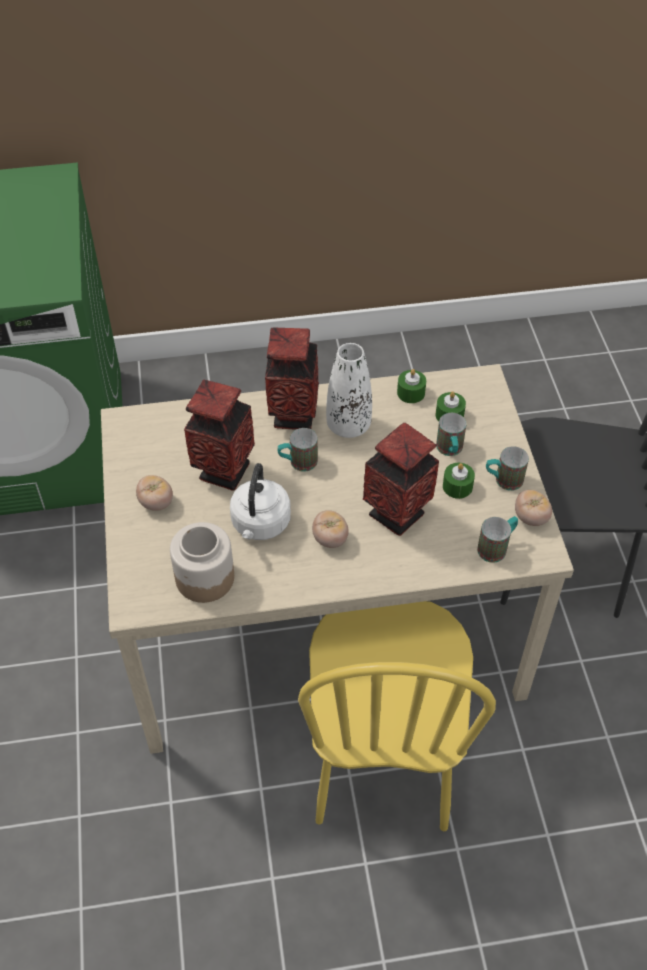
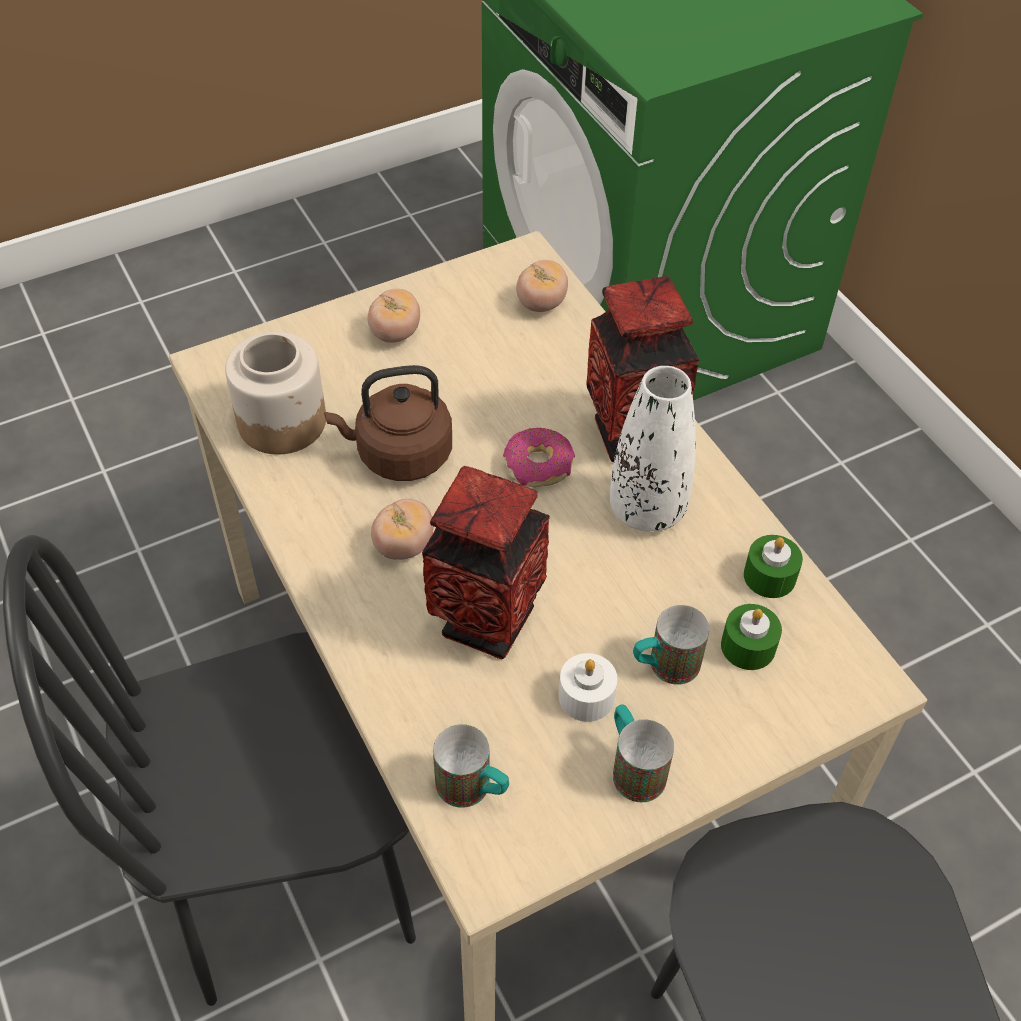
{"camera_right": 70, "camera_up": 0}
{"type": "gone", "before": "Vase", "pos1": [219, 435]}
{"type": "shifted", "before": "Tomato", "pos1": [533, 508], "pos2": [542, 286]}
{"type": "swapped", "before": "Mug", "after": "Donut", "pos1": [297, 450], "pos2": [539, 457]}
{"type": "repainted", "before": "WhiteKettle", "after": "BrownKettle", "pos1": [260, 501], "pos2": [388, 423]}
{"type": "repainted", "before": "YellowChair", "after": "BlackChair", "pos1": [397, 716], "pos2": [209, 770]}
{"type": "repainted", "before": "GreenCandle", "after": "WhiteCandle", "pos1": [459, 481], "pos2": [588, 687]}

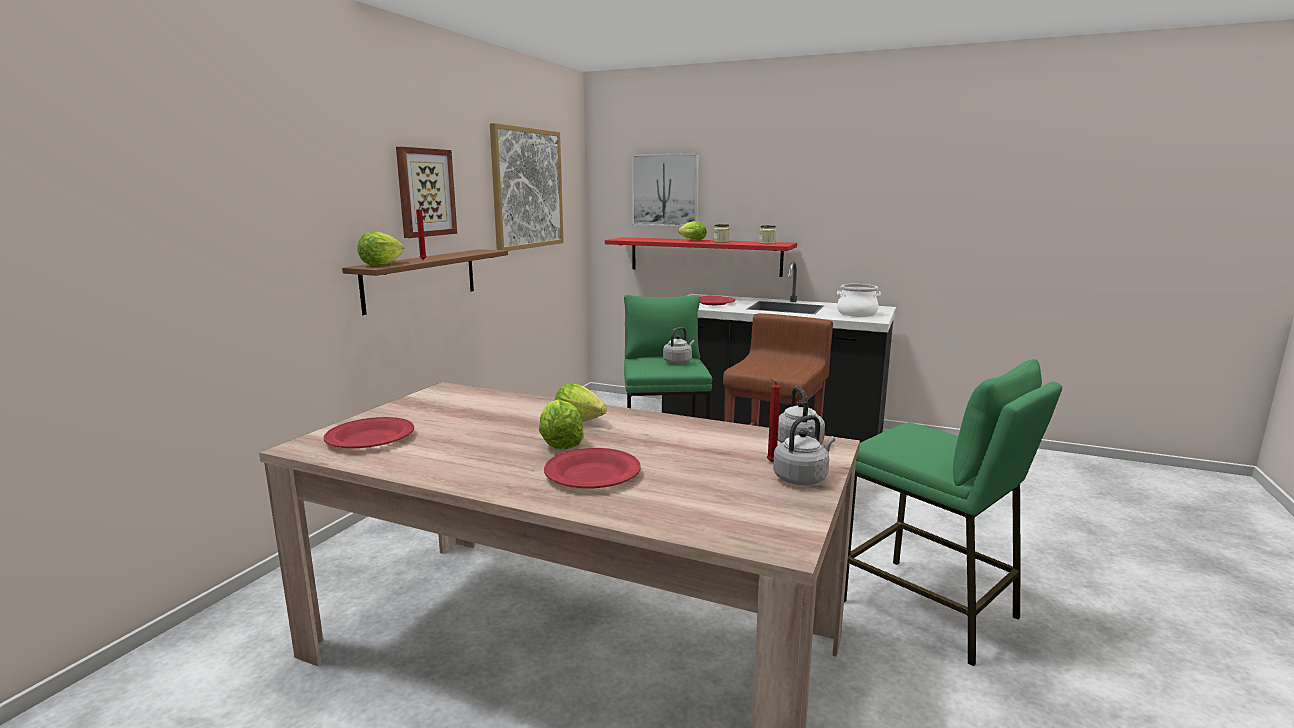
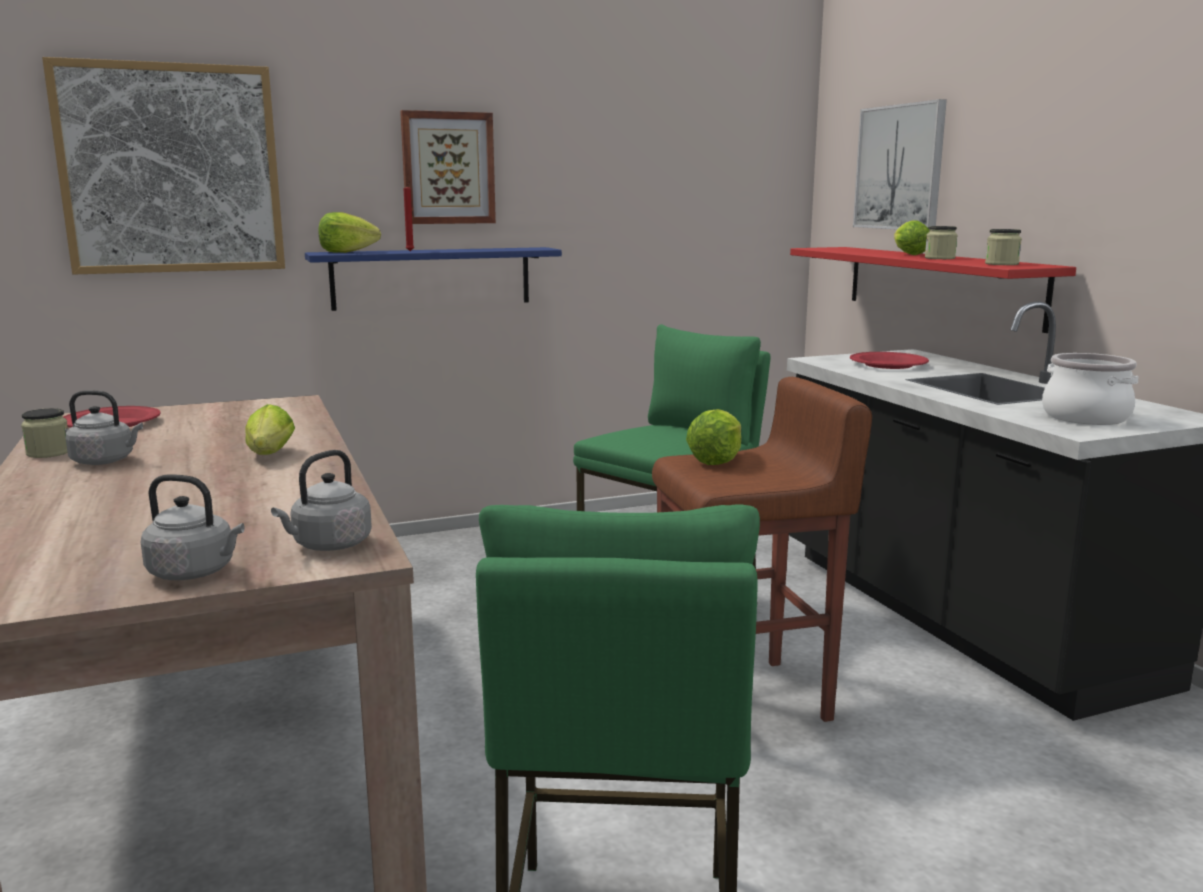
{"camera_right": 45, "camera_up": 0}
{"type": "gone", "before": "RedPlate", "pos1": [592, 468]}
{"type": "gone", "before": "RedCandle", "pos1": [773, 420]}
{"type": "new", "after": "Jar", "pos2": [44, 433]}
{"type": "shifted", "before": "Picture", "pos1": [527, 187], "pos2": [163, 166]}
{"type": "shifted", "before": "Lettuce", "pos1": [561, 425], "pos2": [713, 437]}
{"type": "shifted", "before": "GreyKettle", "pos1": [679, 345], "pos2": [104, 427]}
{"type": "repainted", "before": "BrownShelf", "after": "BlueShelf", "pos1": [425, 282], "pos2": [433, 279]}

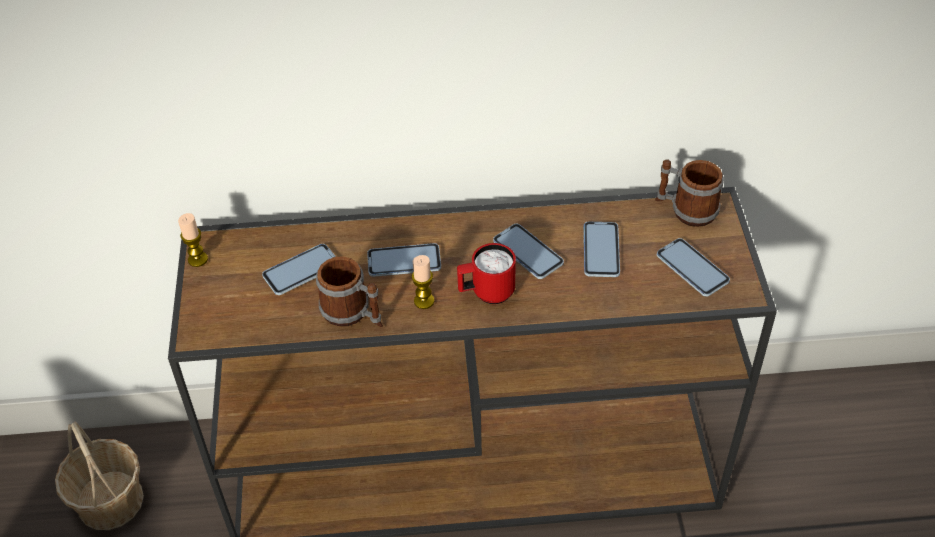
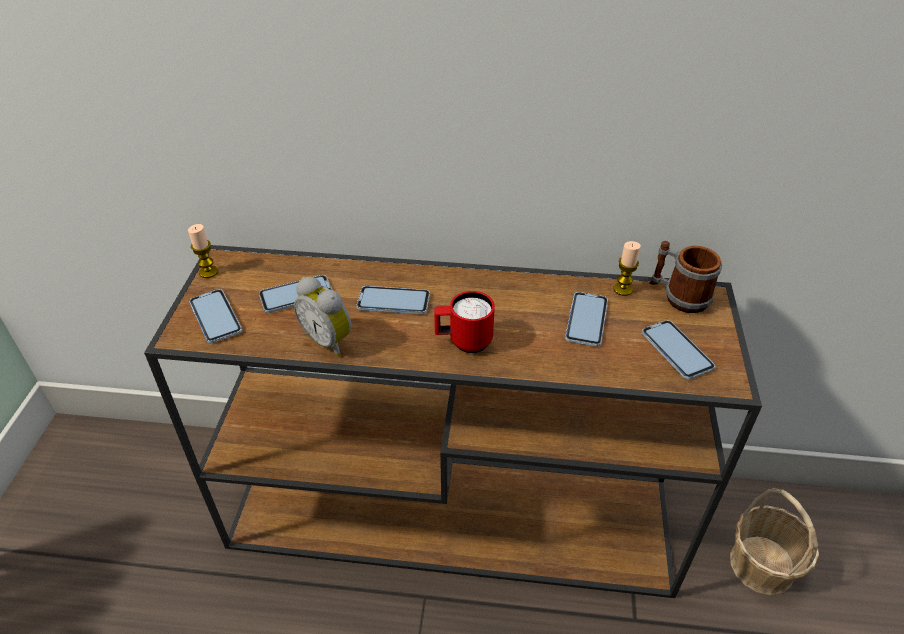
{"camera_right": 10, "camera_up": -5}
{"type": "shifted", "before": "Basket", "pos1": [99, 476], "pos2": [774, 541]}
{"type": "shifted", "before": "Candle", "pos1": [423, 282], "pos2": [627, 268]}
{"type": "shifted", "before": "Phone", "pos1": [528, 251], "pos2": [215, 316]}
{"type": "swapped", "before": "Mug", "after": "AlarmClock", "pos1": [349, 291], "pos2": [322, 317]}

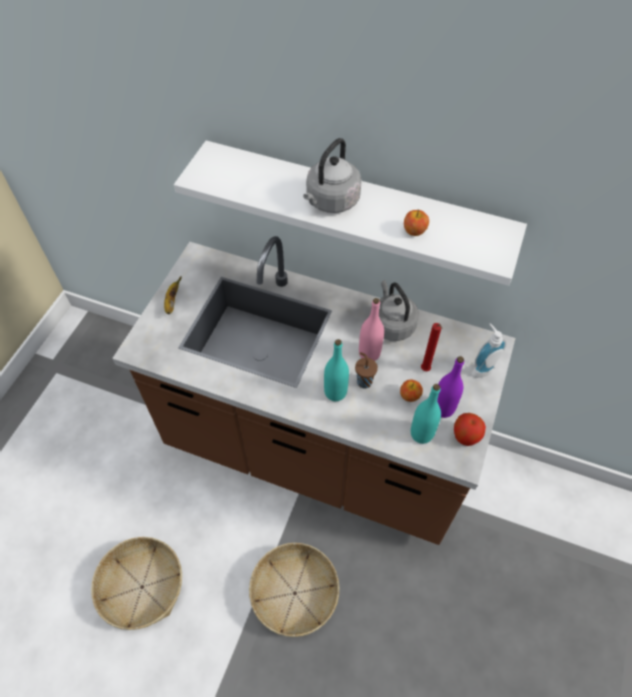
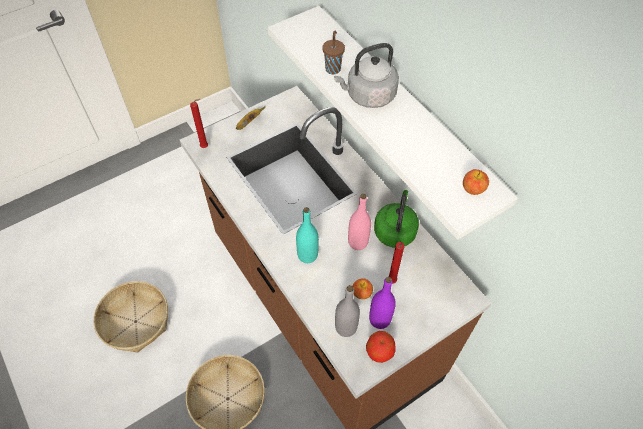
{"camera_right": 35, "camera_up": 0}
{"type": "gone", "before": "SoapDispenser", "pos1": [489, 350]}
{"type": "new", "after": "RedCandle", "pos2": [199, 123]}
{"type": "shifted", "before": "BrownCup", "pos1": [366, 370], "pos2": [333, 52]}
{"type": "shifted", "before": "Apple", "pos1": [416, 223], "pos2": [476, 182]}
{"type": "repainted", "before": "GreyKettle", "after": "GreenKettle", "pos1": [399, 310], "pos2": [396, 219]}
{"type": "repainted", "before": "TurquoiseBottle", "after": "GreyBottle", "pos1": [426, 414], "pos2": [347, 311]}

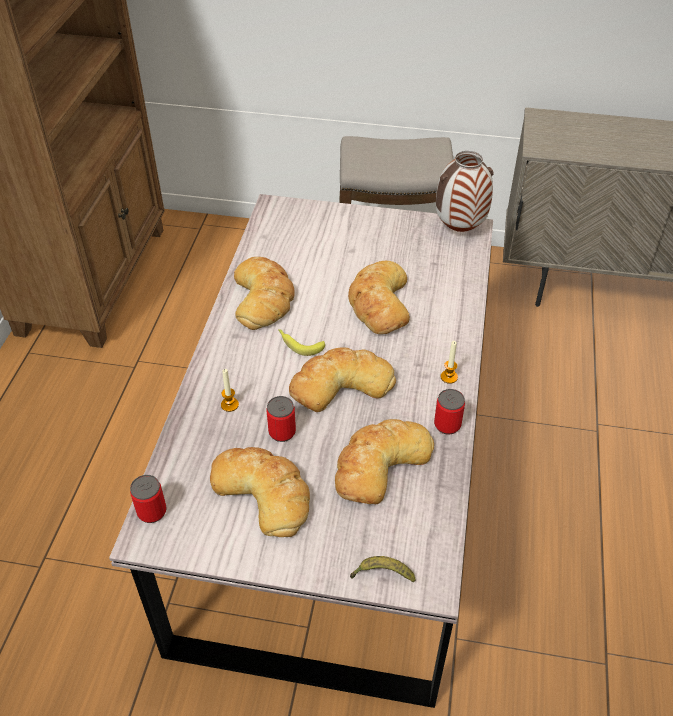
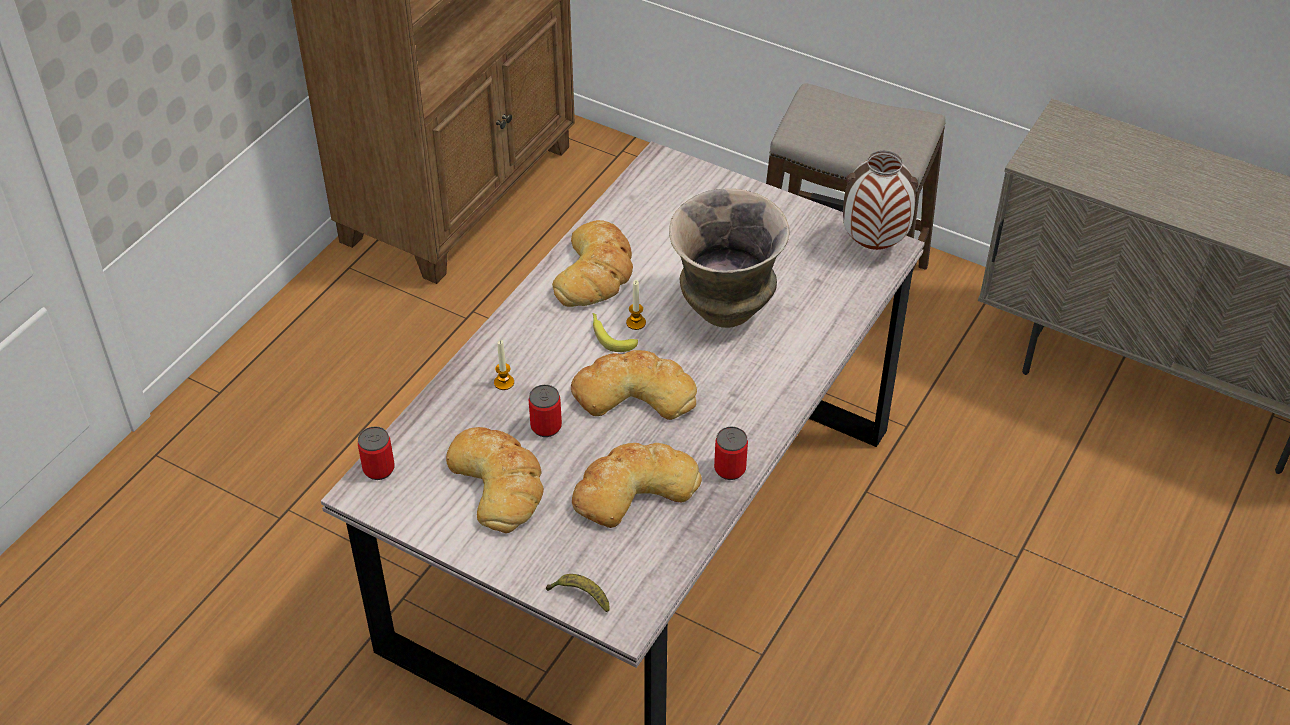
{"camera_right": 20, "camera_up": 0}
{"type": "shifted", "before": "Candle", "pos1": [449, 362], "pos2": [636, 305]}
{"type": "swapped", "before": "Bread", "after": "Vase", "pos1": [379, 297], "pos2": [729, 258]}

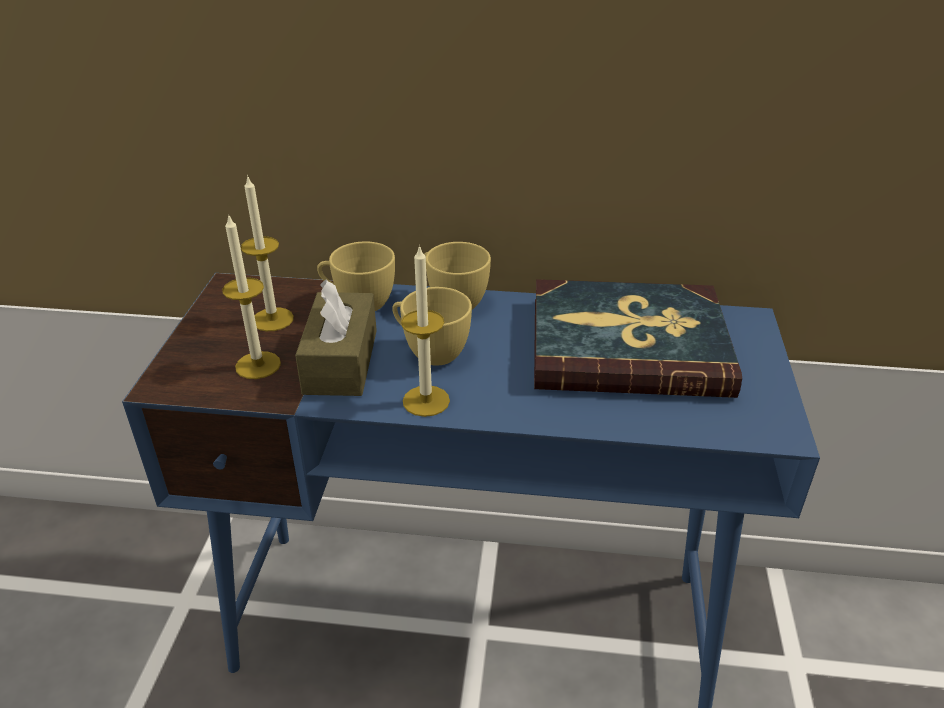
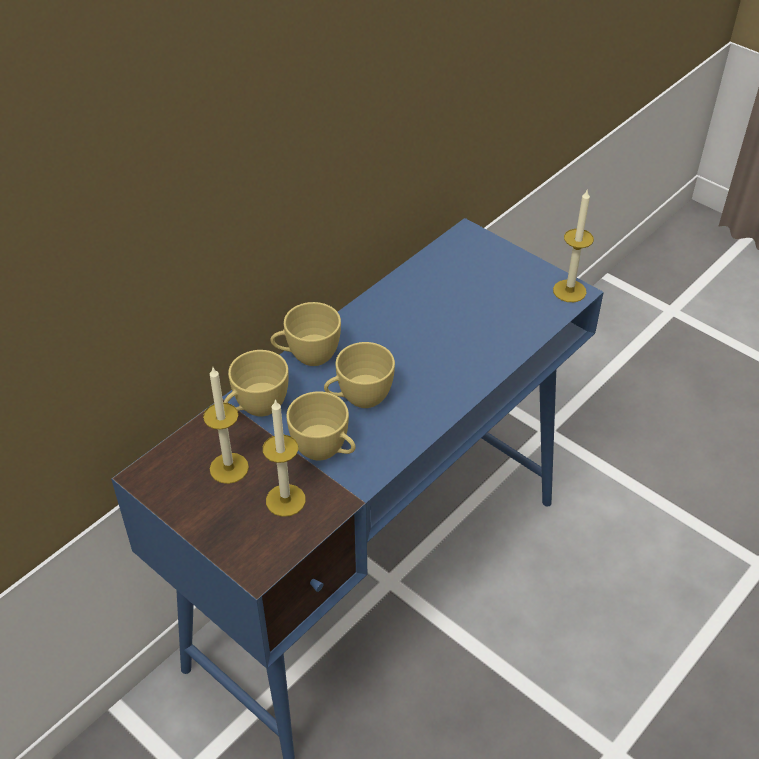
{"camera_right": -55, "camera_up": 10}
{"type": "gone", "before": "Book", "pos1": [638, 338]}
{"type": "shifted", "before": "Candle", "pos1": [425, 330], "pos2": [573, 246]}
{"type": "swapped", "before": "BrownTissueBox", "after": "YellowCup", "pos1": [336, 338], "pos2": [321, 426]}

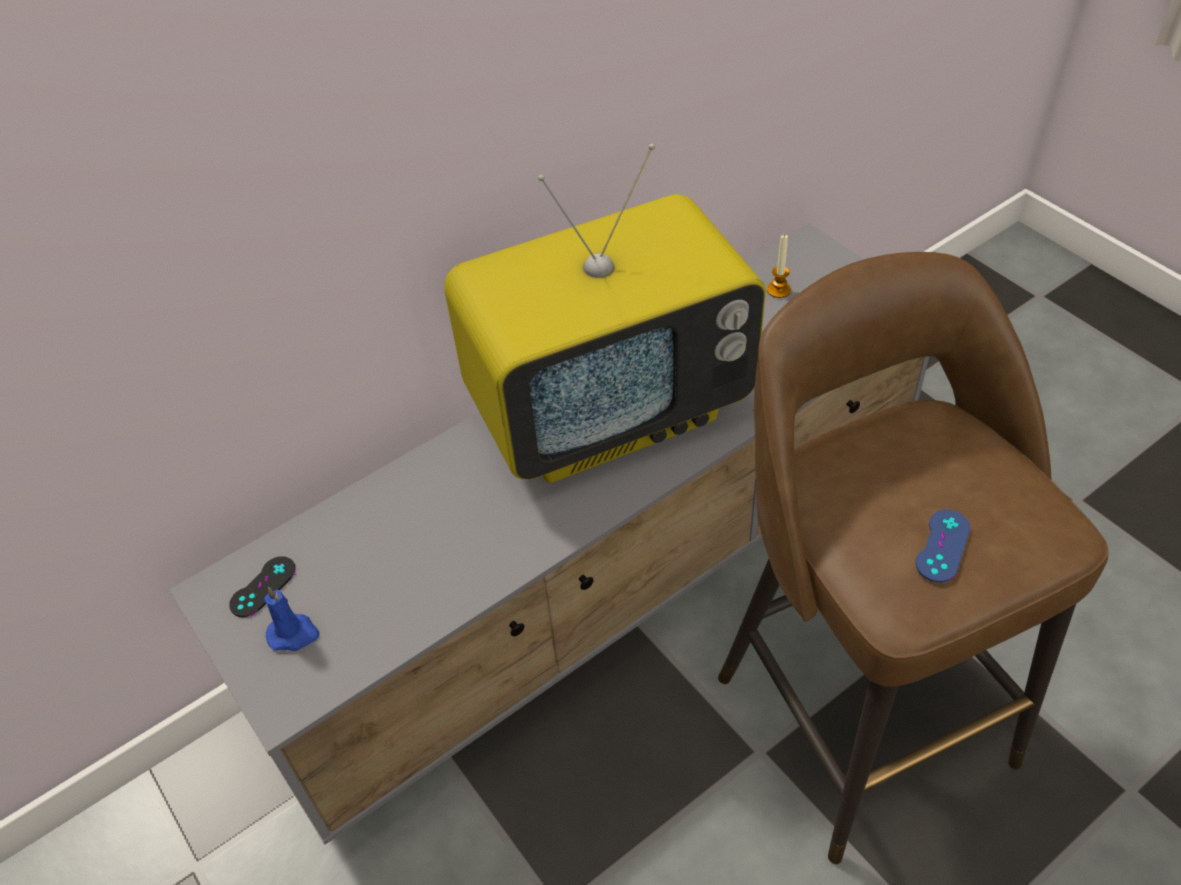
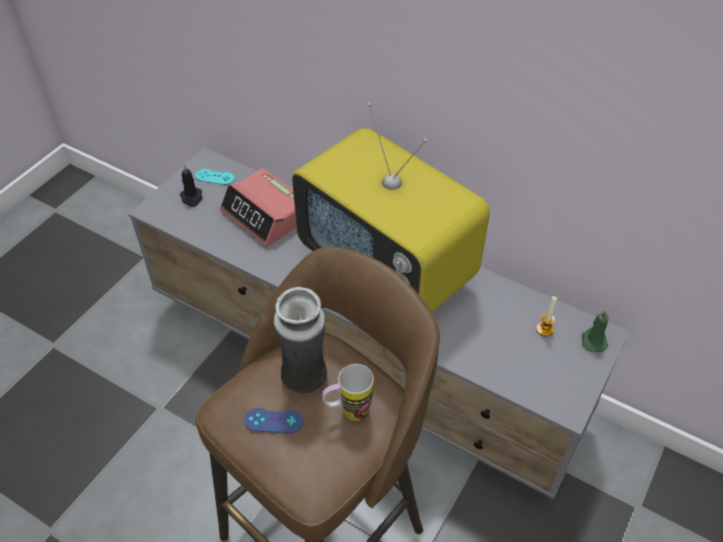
{"camera_right": 65, "camera_up": 0}
{"type": "new", "after": "AlarmClock", "pos2": [258, 207]}
{"type": "new", "after": "Vase", "pos2": [300, 340]}
{"type": "new", "after": "Mug", "pos2": [348, 392]}
{"type": "new", "after": "GreenCandle", "pos2": [595, 331]}
{"type": "repainted", "before": "BlackGameController", "after": "TurquoiseGameController", "pos1": [262, 586], "pos2": [215, 177]}
{"type": "repainted", "before": "BlueCandle", "after": "BlackCandle", "pos1": [292, 619], "pos2": [191, 185]}

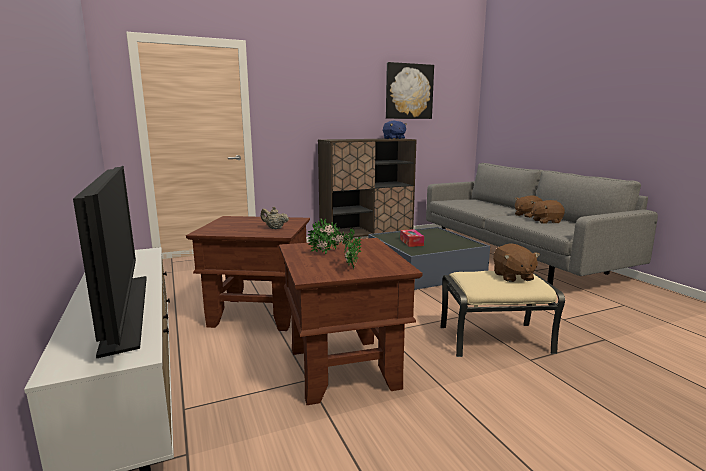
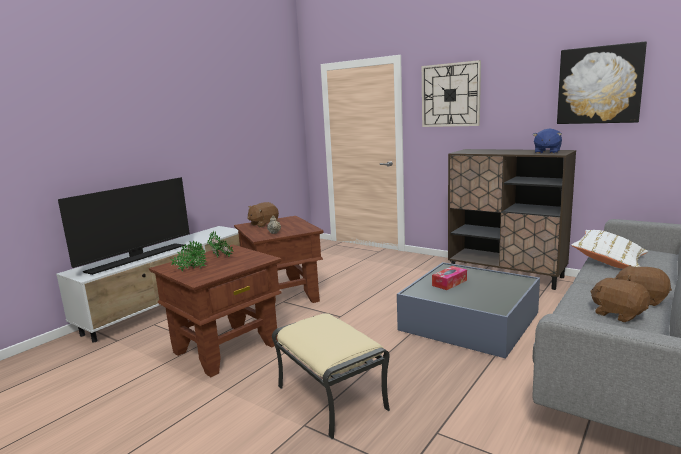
{"camera_right": 60, "camera_up": 0}
{"type": "new", "after": "WallClock", "pos2": [451, 93]}
{"type": "new", "after": "WhitePillow", "pos2": [609, 249]}
{"type": "shifted", "before": "BrownPlushToy", "pos1": [516, 262], "pos2": [263, 214]}

